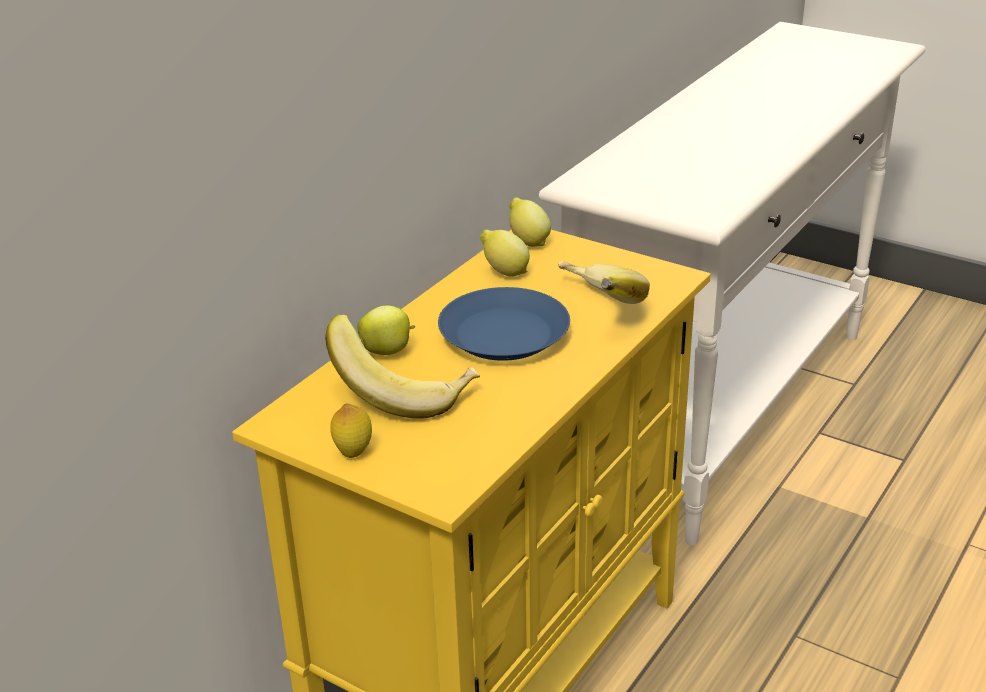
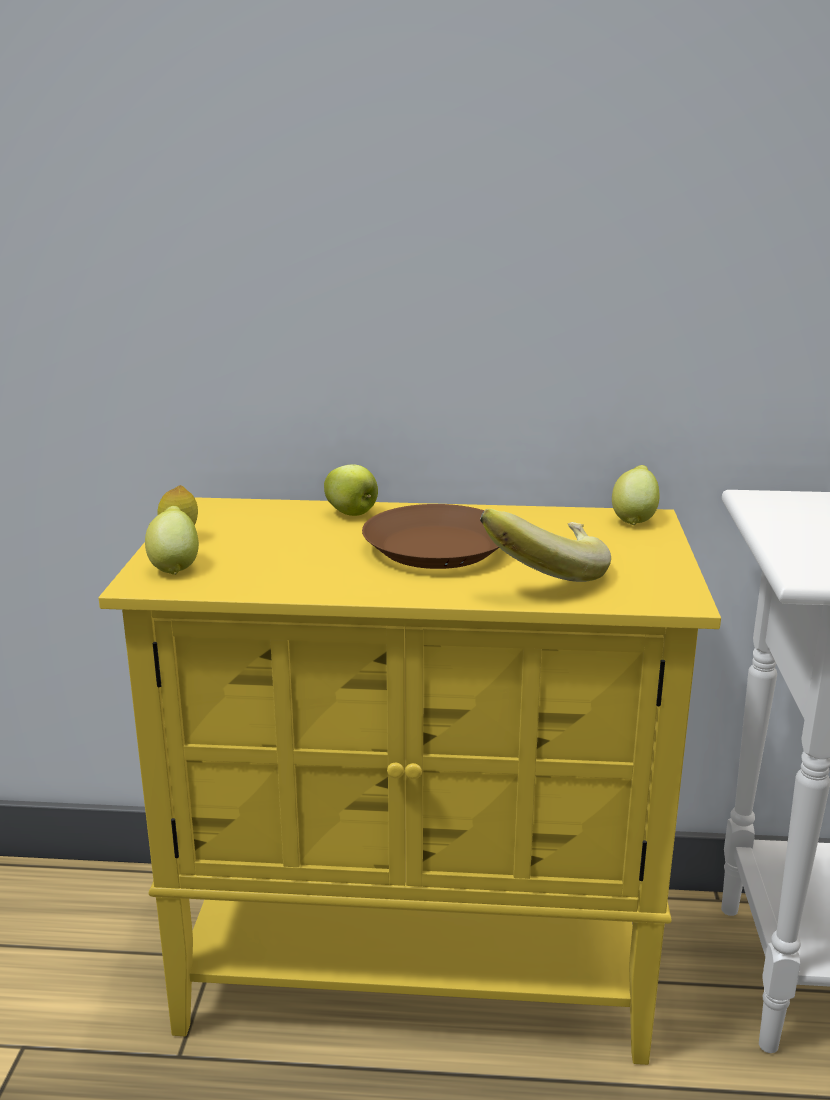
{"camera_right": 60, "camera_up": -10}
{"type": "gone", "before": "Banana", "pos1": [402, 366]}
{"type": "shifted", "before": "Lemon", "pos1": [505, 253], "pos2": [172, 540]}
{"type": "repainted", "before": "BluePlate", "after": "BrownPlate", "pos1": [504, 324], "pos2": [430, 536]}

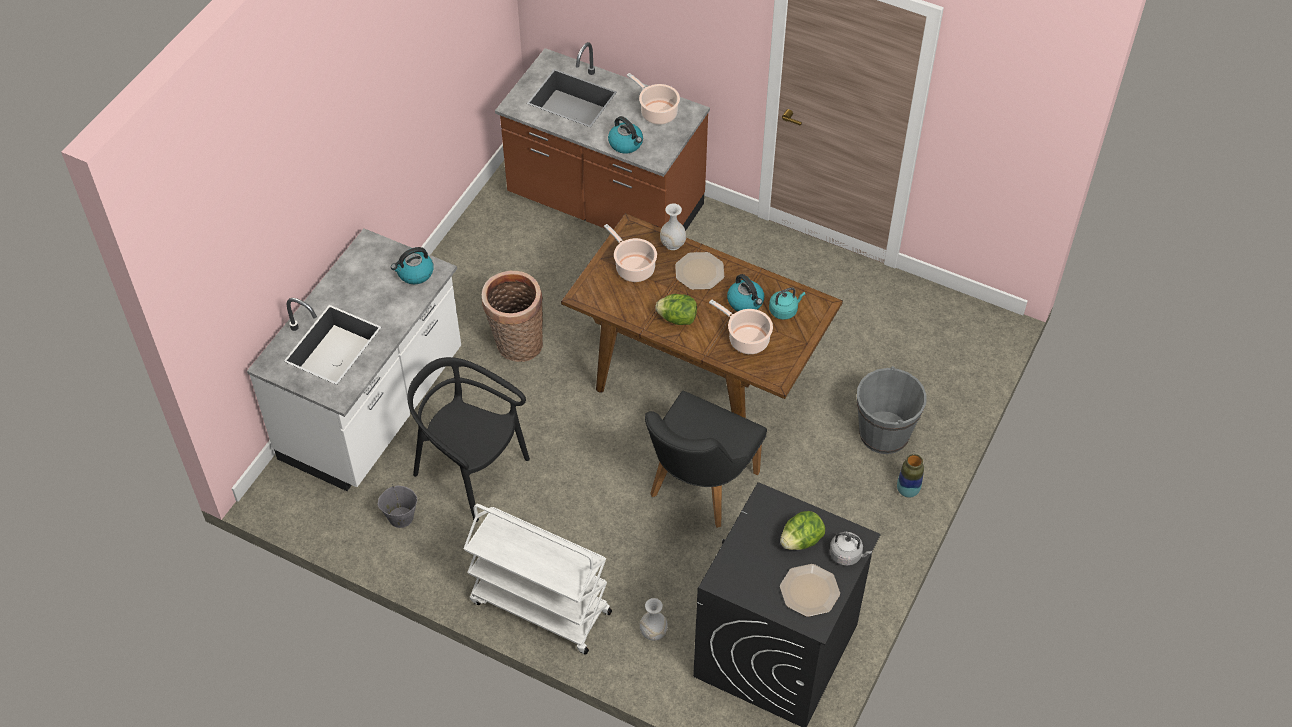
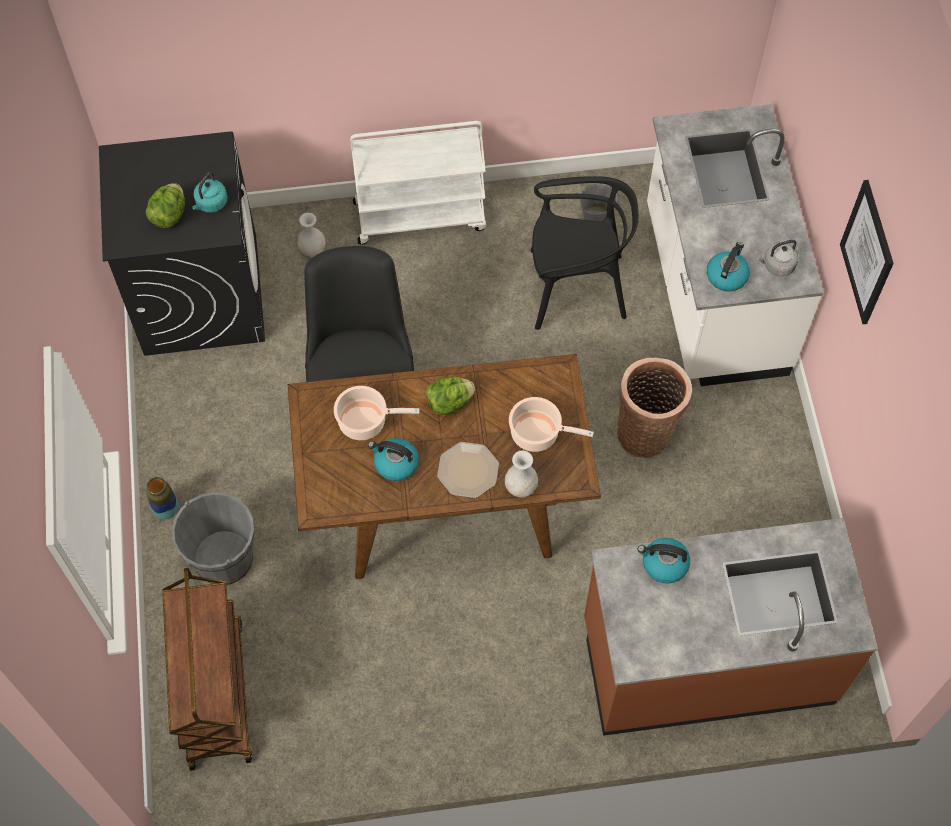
{"camera_right": 145, "camera_up": 10}
{"type": "gone", "before": "CookingPot", "pos1": [653, 99]}
{"type": "gone", "before": "Plate", "pos1": [810, 590]}
{"type": "new", "after": "BrownCart", "pos2": [207, 669]}
{"type": "new", "after": "Picture", "pos2": [867, 252]}
{"type": "shifted", "before": "TurquoiseKettle", "pos1": [787, 303], "pos2": [210, 192]}
{"type": "shifted", "before": "GreyKettle", "pos1": [851, 549], "pos2": [778, 258]}

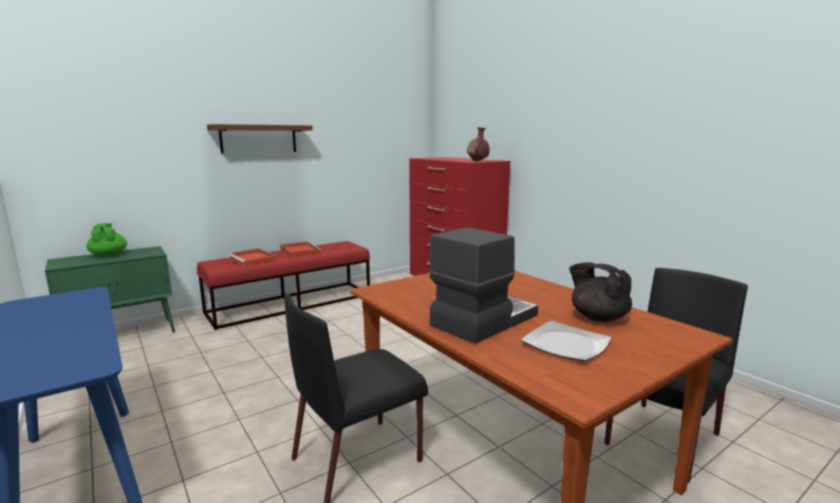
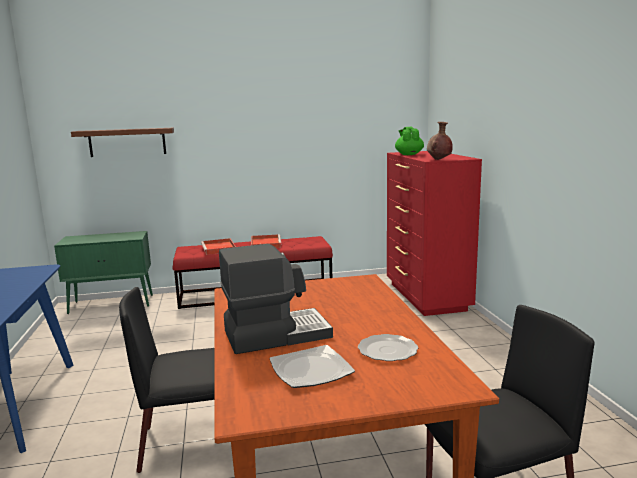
{"camera_right": 25, "camera_up": 0}
{"type": "shifted", "before": "GreenTeapot", "pos1": [106, 240], "pos2": [409, 141]}
{"type": "shifted", "before": "BrownShelf", "pos1": [260, 139], "pos2": [122, 142]}
{"type": "swapped", "before": "BlackTeapot", "after": "Plate", "pos1": [600, 292], "pos2": [388, 347]}

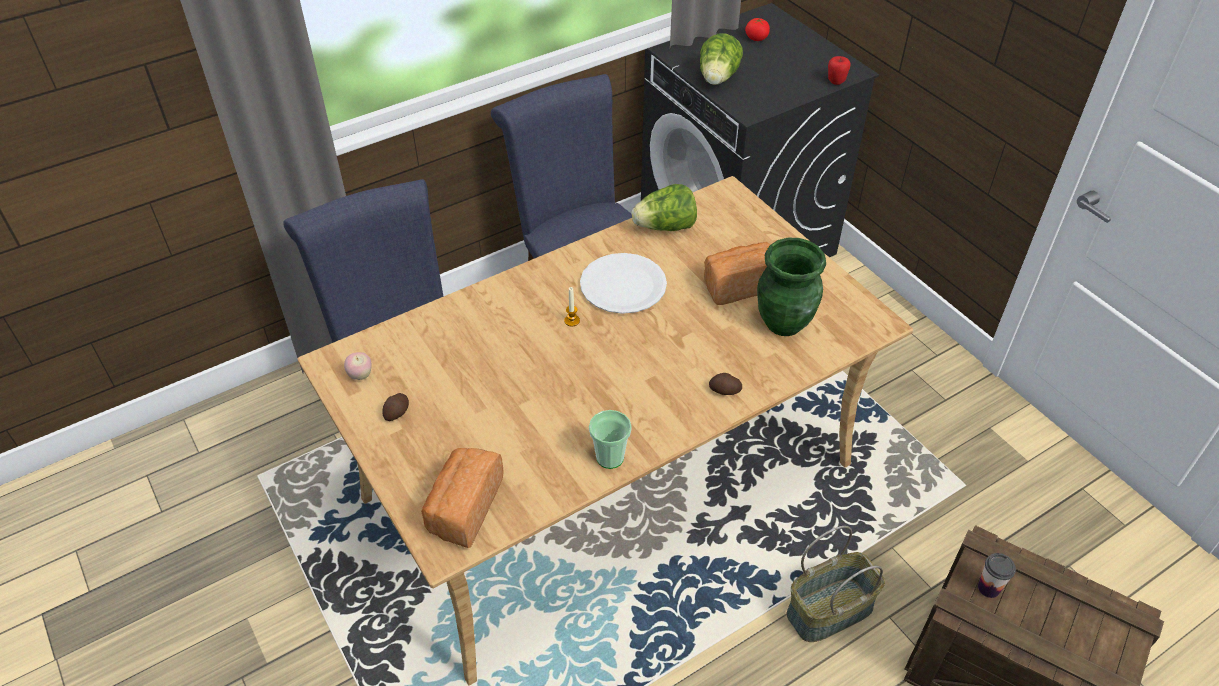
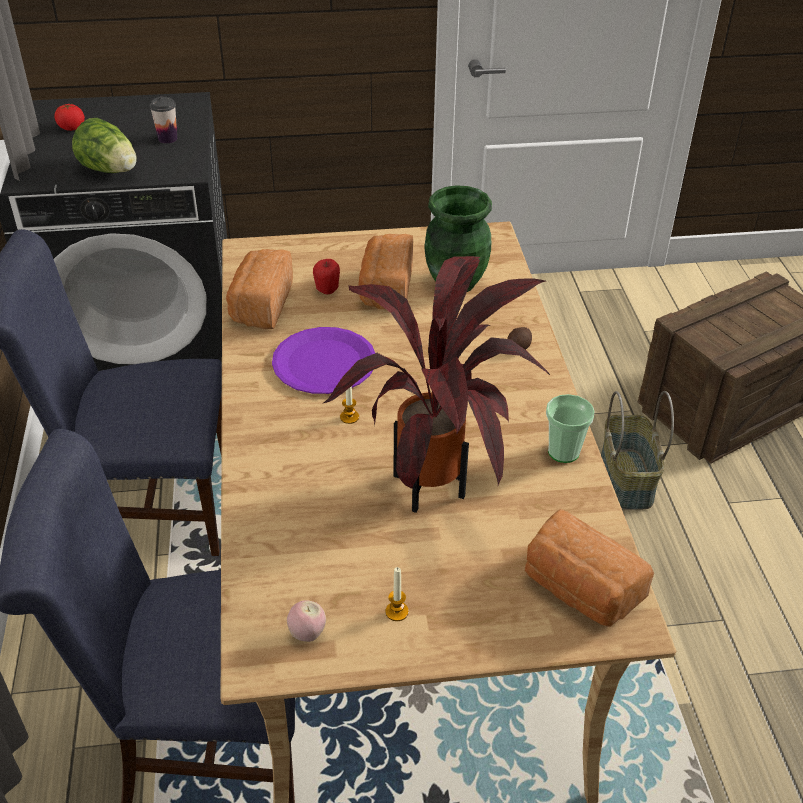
{"camera_right": -65, "camera_up": -5}
{"type": "new", "after": "PottedPlant", "pos2": [437, 384]}
{"type": "shifted", "before": "Apple", "pos1": [839, 70], "pos2": [326, 276]}
{"type": "shifted", "before": "Cup", "pos1": [997, 575], "pos2": [163, 120]}
{"type": "swapped", "before": "Potato", "after": "Candle", "pos1": [395, 407], "pos2": [397, 594]}
{"type": "swapped", "before": "Lettuce", "after": "Bread", "pos1": [664, 207], "pos2": [259, 289]}
{"type": "repainted", "before": "WhitePlate", "after": "PurplePlate", "pos1": [623, 283], "pos2": [323, 360]}

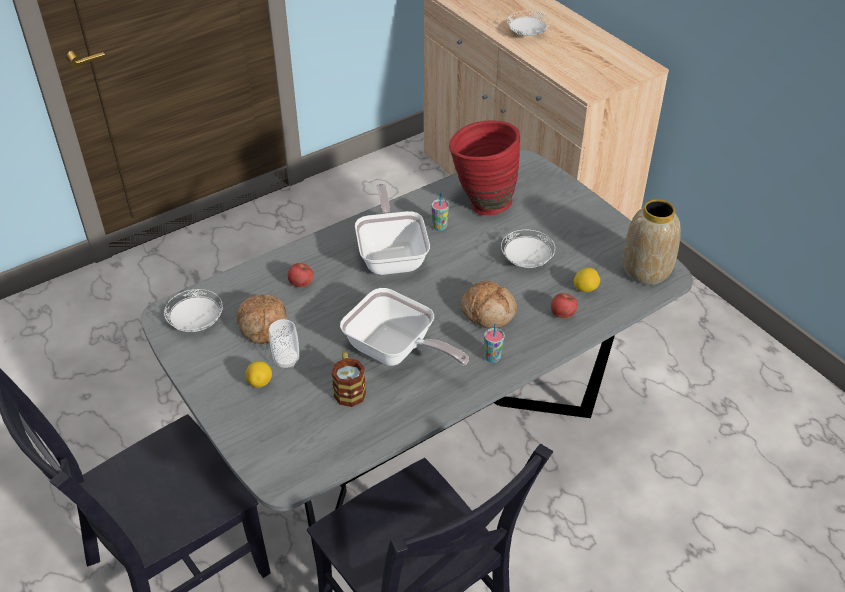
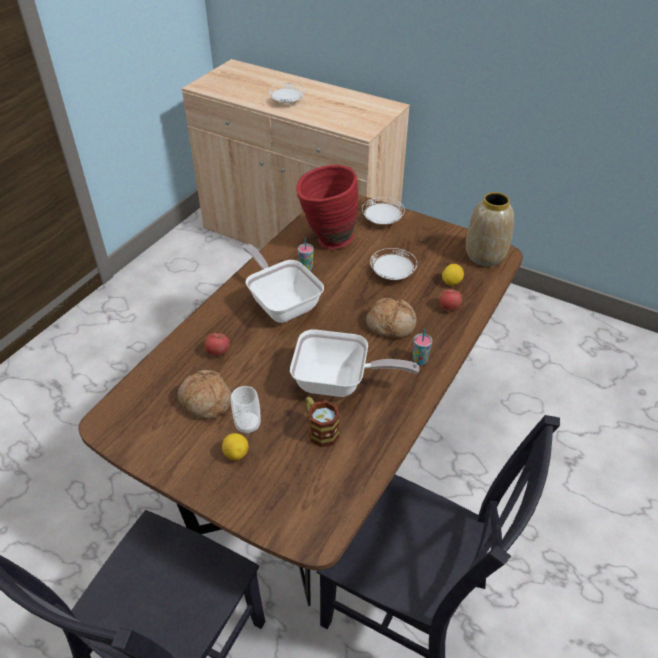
{"camera_right": -25, "camera_up": 0}
{"type": "shifted", "before": "WhitePlate", "pos1": [193, 310], "pos2": [383, 210]}
{"type": "repainted", "before": "GreyDiningTable", "after": "BrownDiningTable", "pos1": [417, 355], "pos2": [300, 400]}

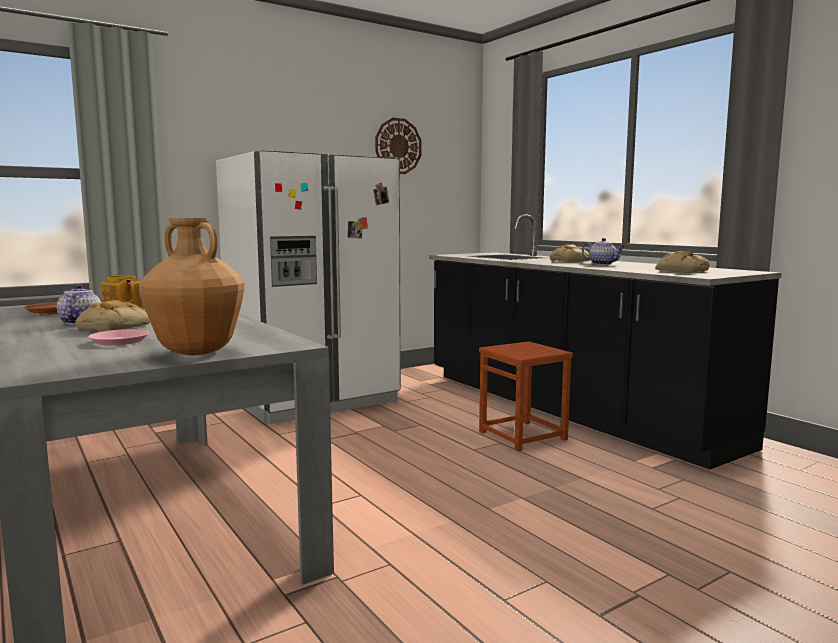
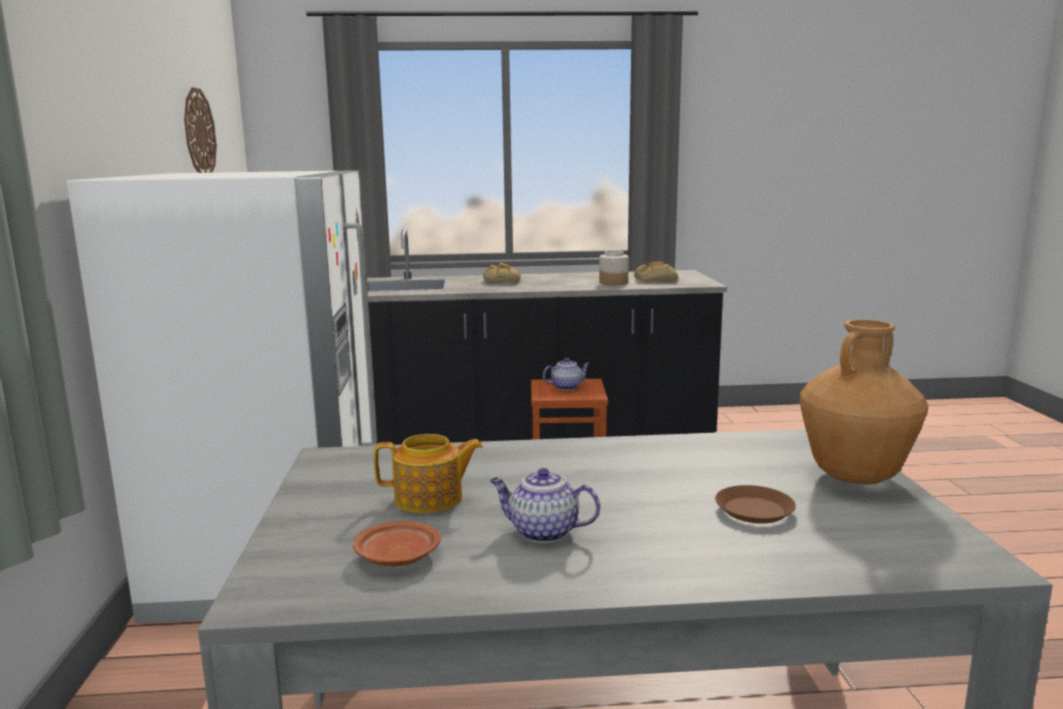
{"camera_right": -60, "camera_up": 5}
{"type": "gone", "before": "Bread", "pos1": [112, 315]}
{"type": "new", "after": "Jar", "pos2": [614, 267]}
{"type": "shifted", "before": "Teapot", "pos1": [603, 251], "pos2": [566, 374]}
{"type": "repainted", "before": "PinkPlate", "after": "BrownPlate", "pos1": [118, 337], "pos2": [755, 504]}

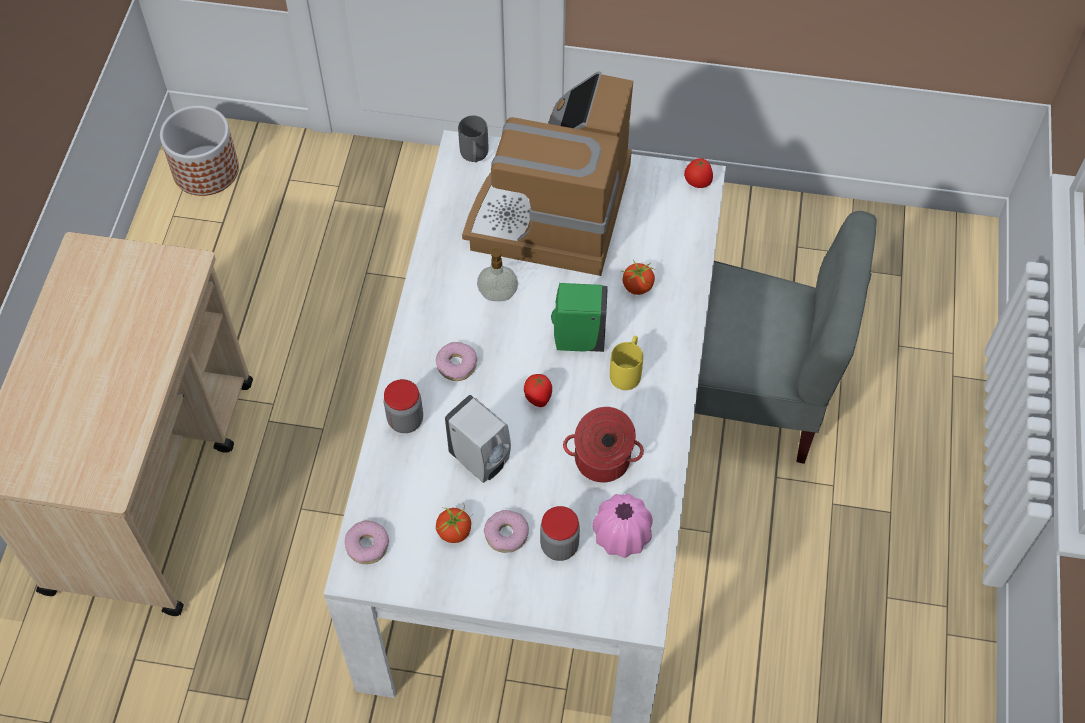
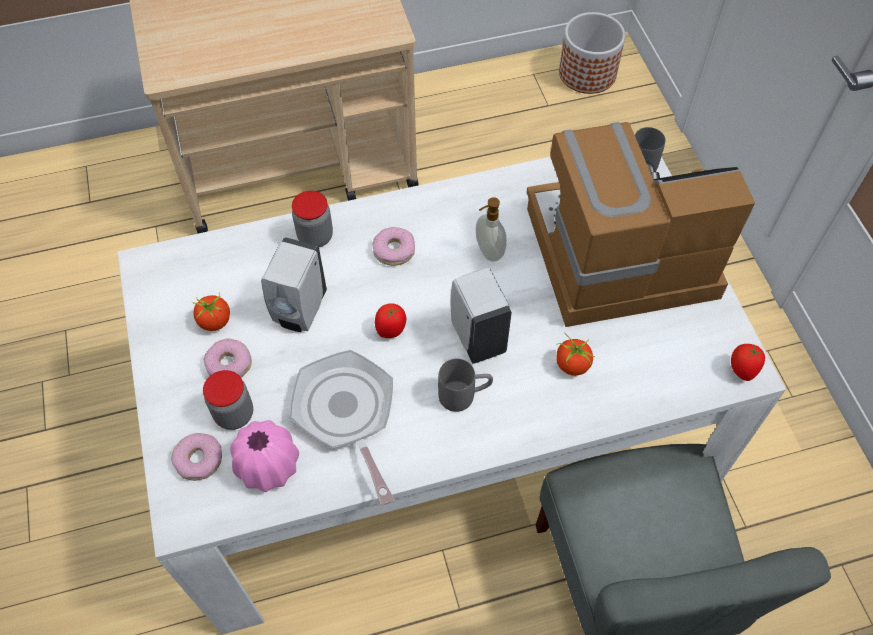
{"camera_right": 65, "camera_up": 0}
{"type": "shifted", "before": "Donut", "pos1": [367, 542], "pos2": [196, 457]}
{"type": "swapped", "before": "CookingPot", "after": "FryingPan", "pos1": [603, 444], "pos2": [341, 428]}
{"type": "repainted", "before": "GreenSoapDispenser", "after": "WhiteSoapDispenser", "pos1": [579, 317], "pos2": [481, 316]}
{"type": "repainted", "before": "YellowMug", "after": "GreyMug", "pos1": [626, 363], "pos2": [465, 385]}

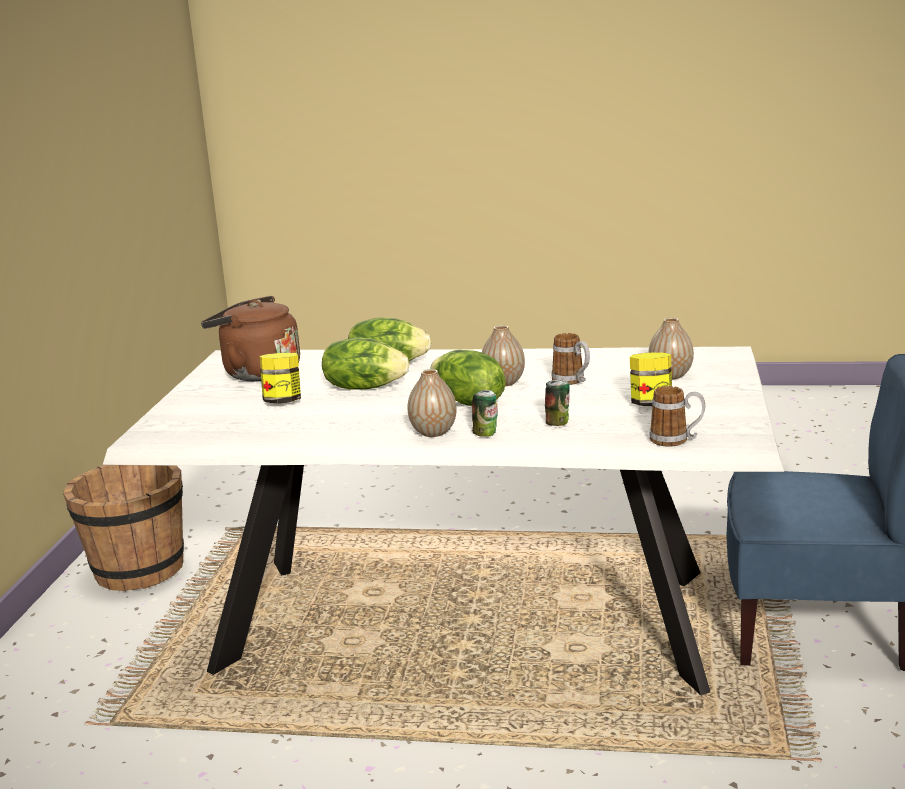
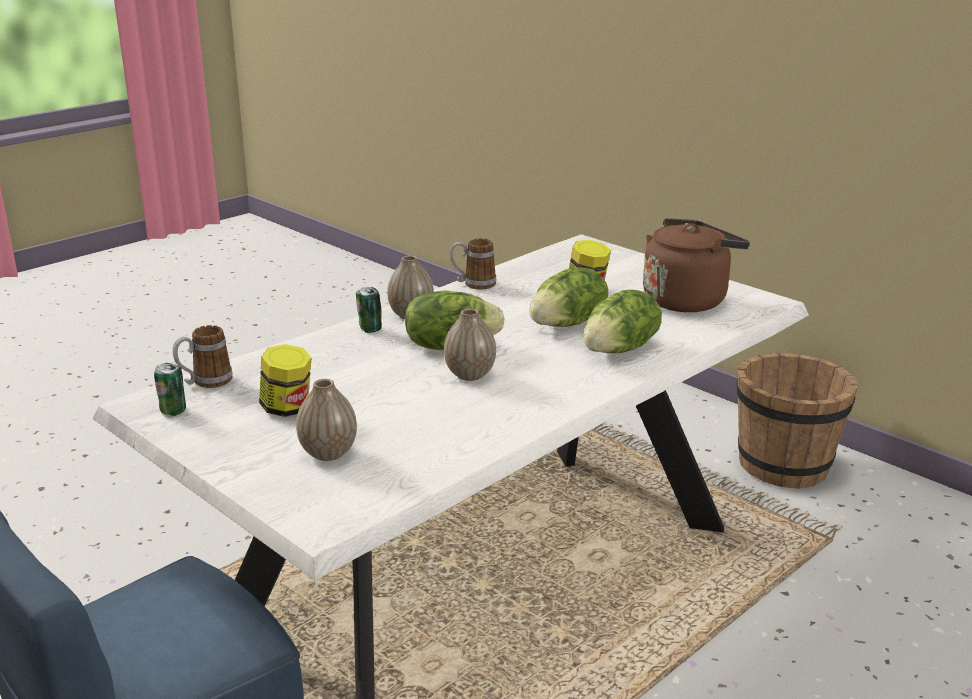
{"camera_right": 125, "camera_up": 5}
{"type": "shifted", "before": "Can", "pos1": [557, 403], "pos2": [170, 389]}
{"type": "shifted", "before": "Mug", "pos1": [570, 359], "pos2": [473, 264]}

